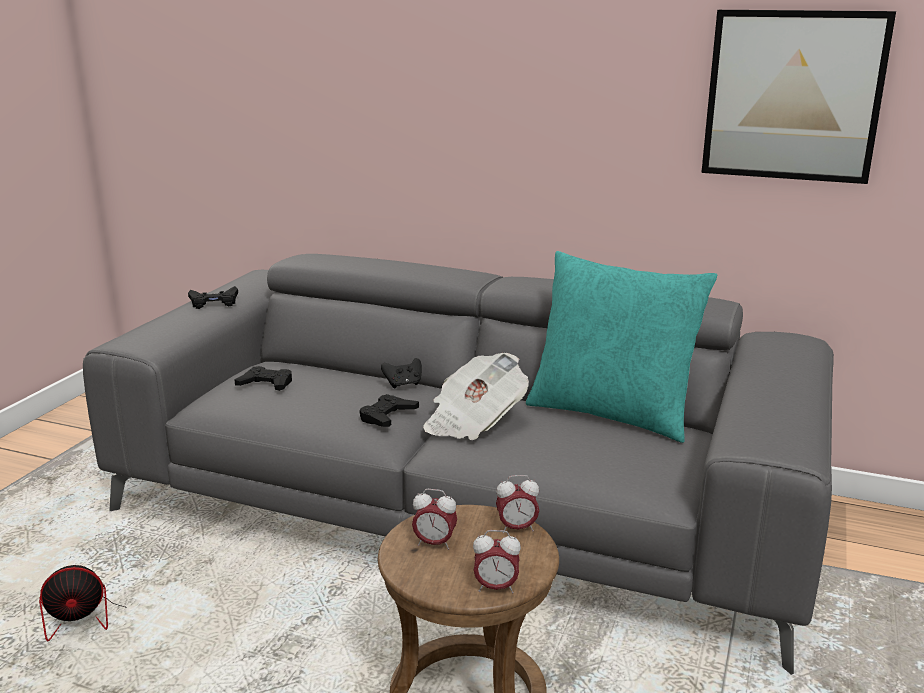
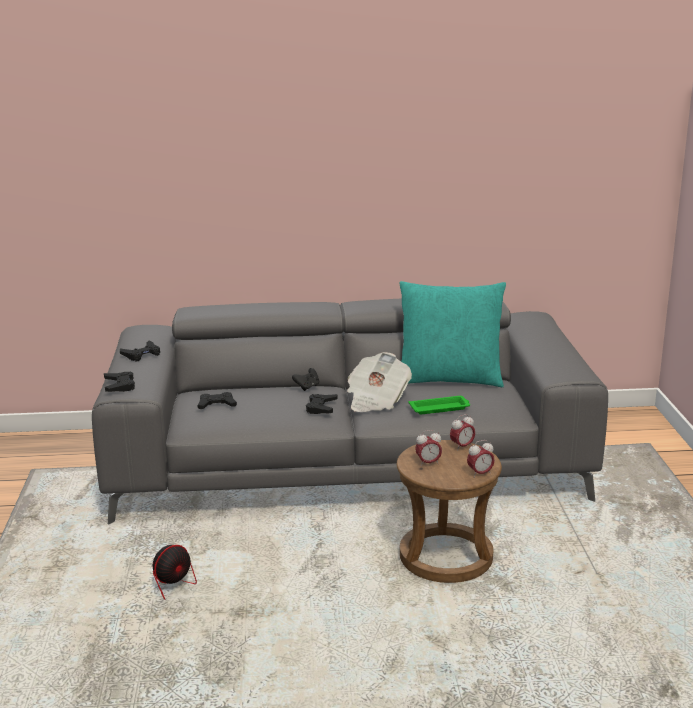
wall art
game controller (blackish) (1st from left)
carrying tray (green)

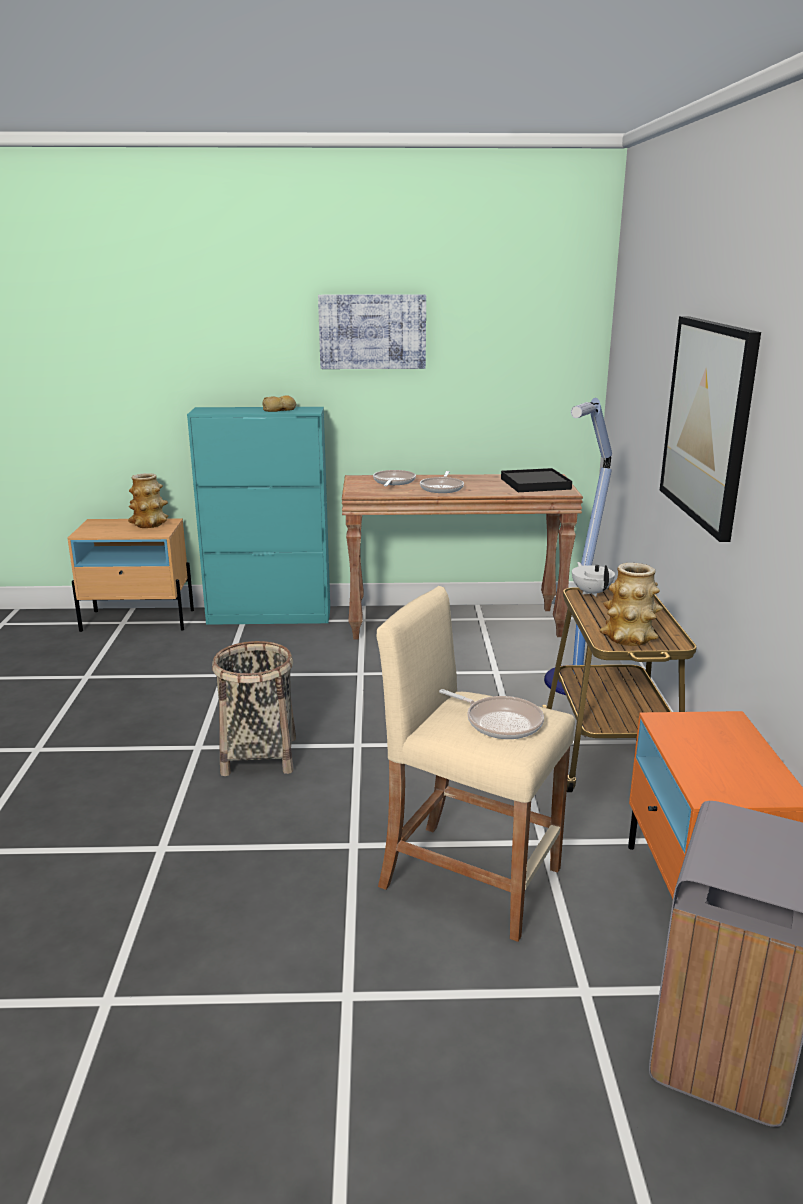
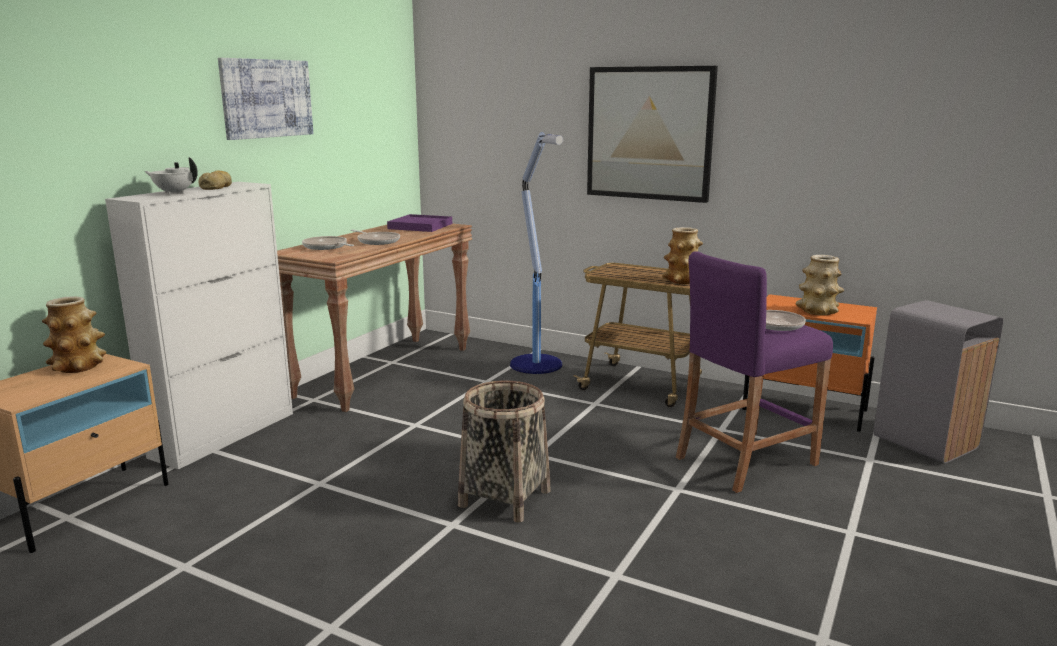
cupboard (white)
carrying tray (purple)
teapot (white)
stool seat (purple)
decorative vase (3rd from left)

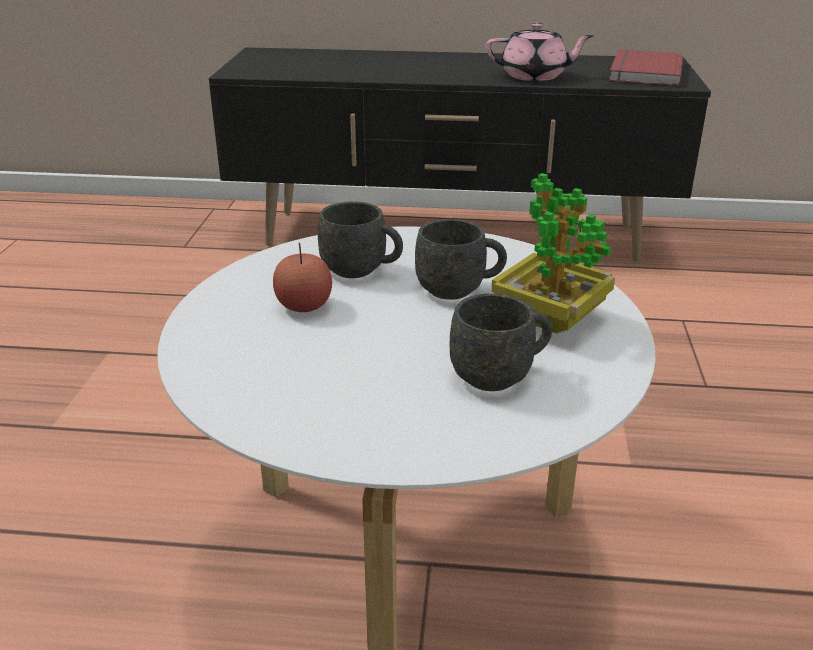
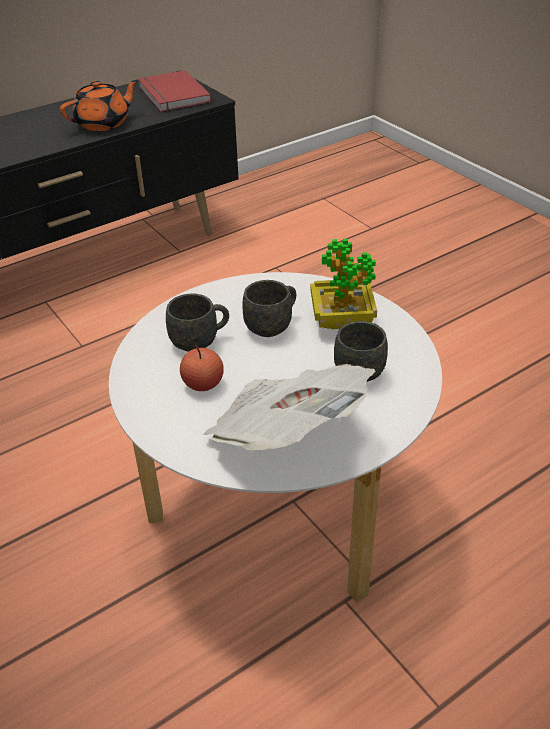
teapot (orangey)
printed paper

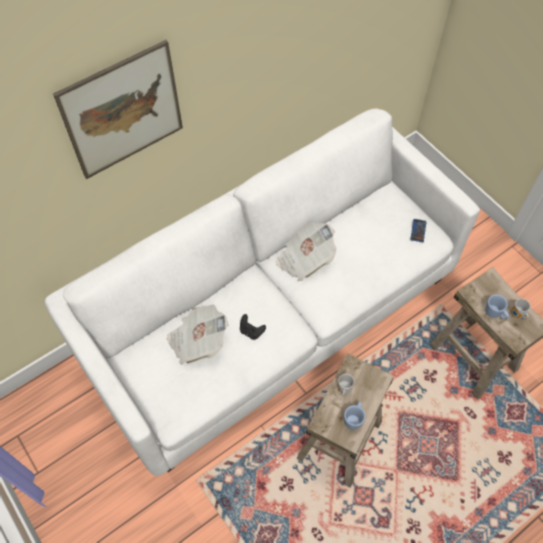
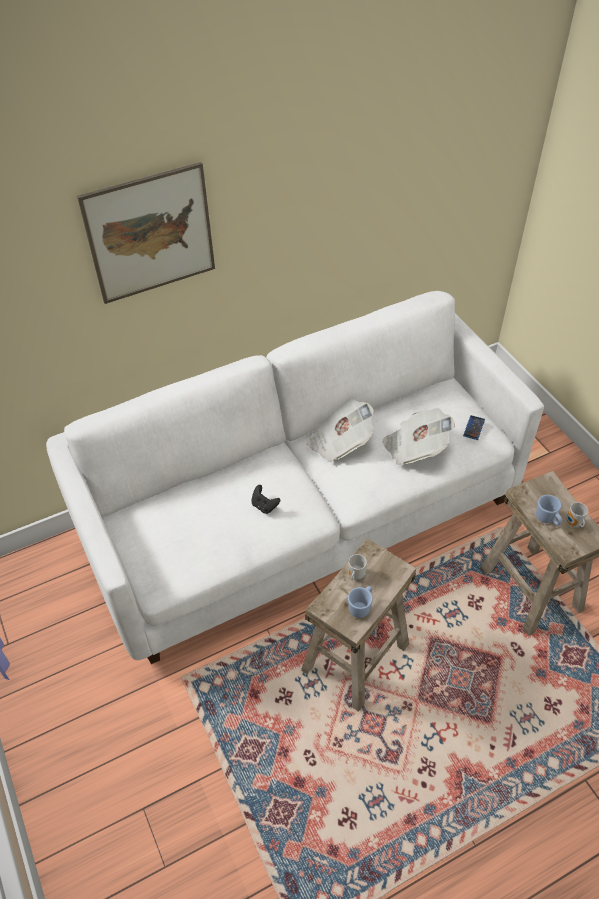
printed paper (2nd from left)

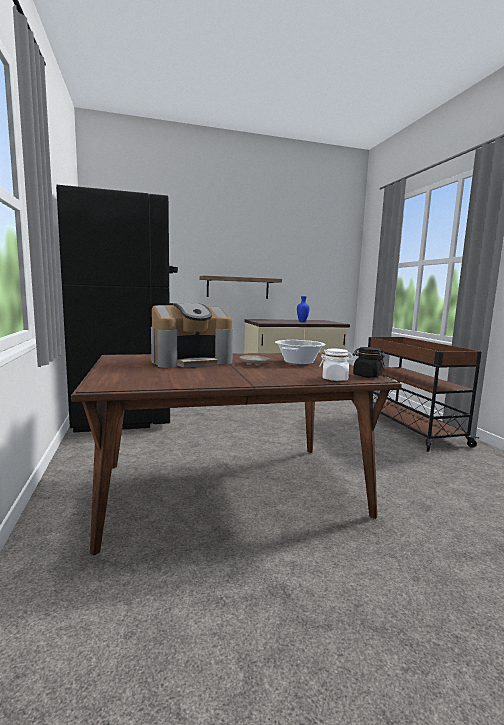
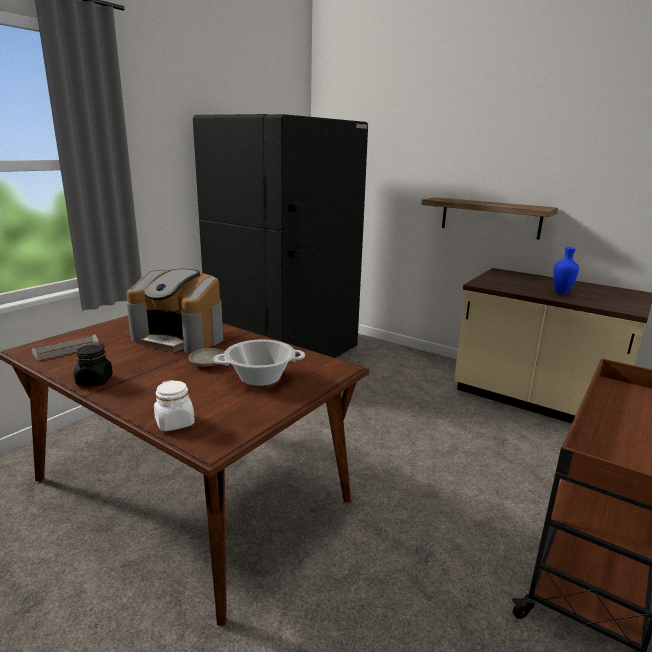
storage jar (blackish)
carrying tray (grey)

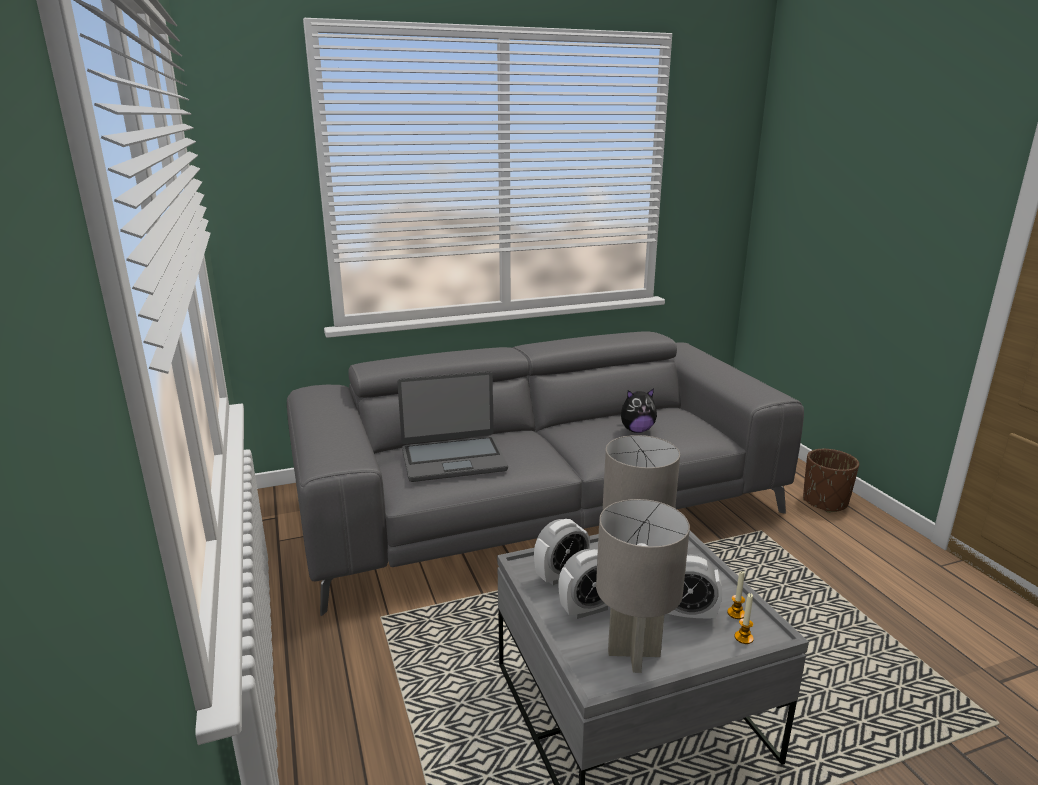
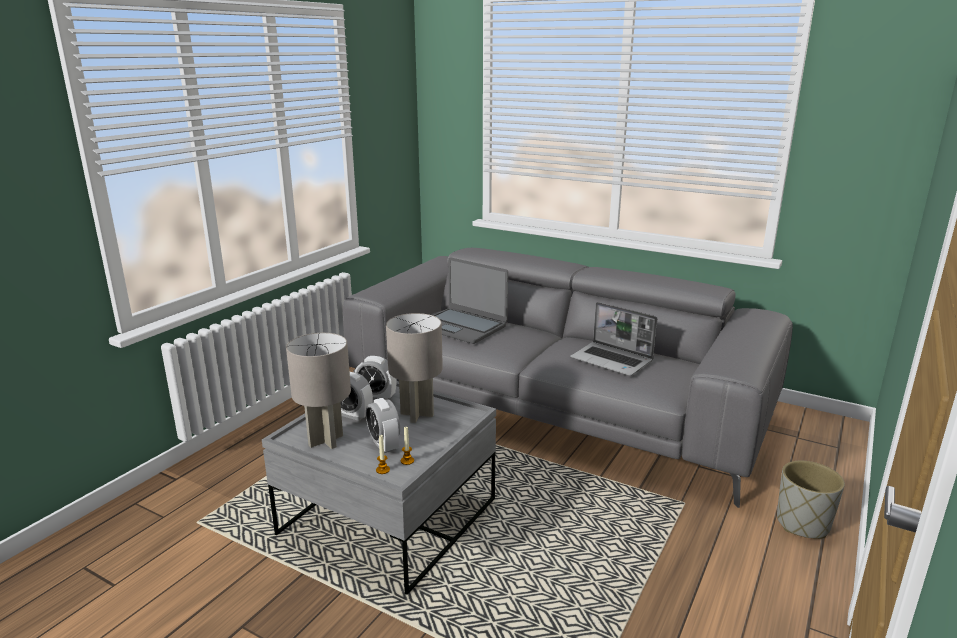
notebook computer (2nd from left)
plant pot (grey)

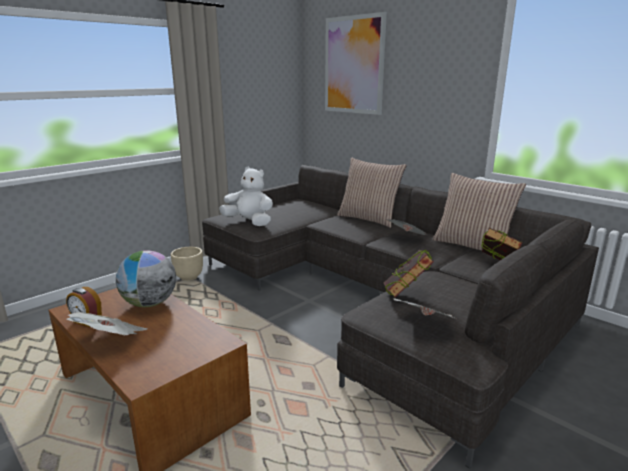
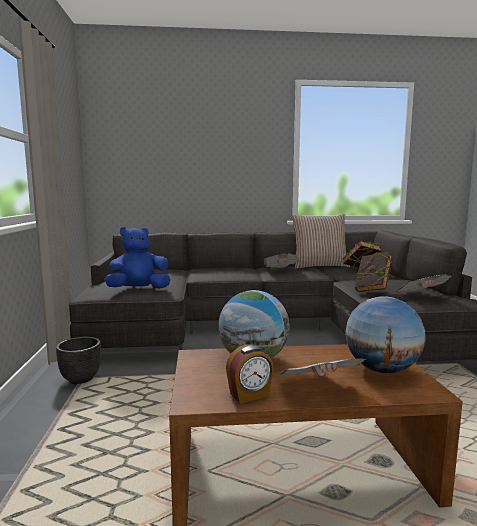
wall art
pillow (1st from left in the first image)
cuddly toy (blue)
plant pot (blackish)
world globe (2nd from left)

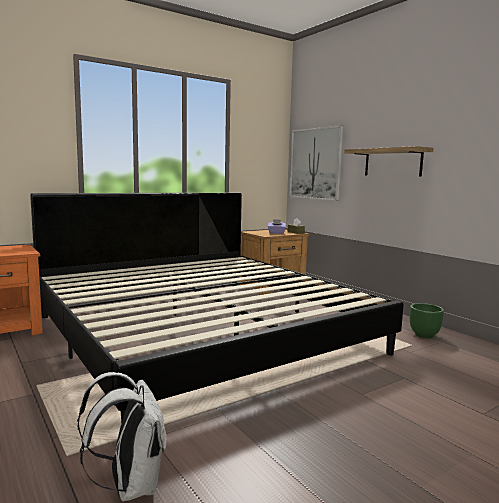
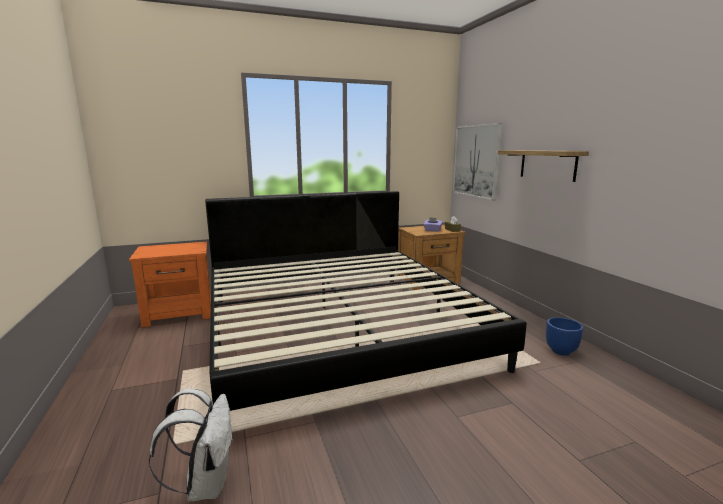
plant pot (blue)

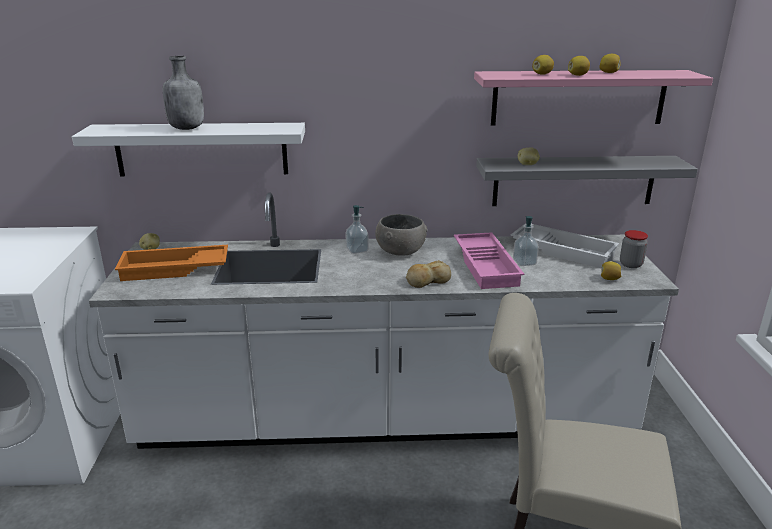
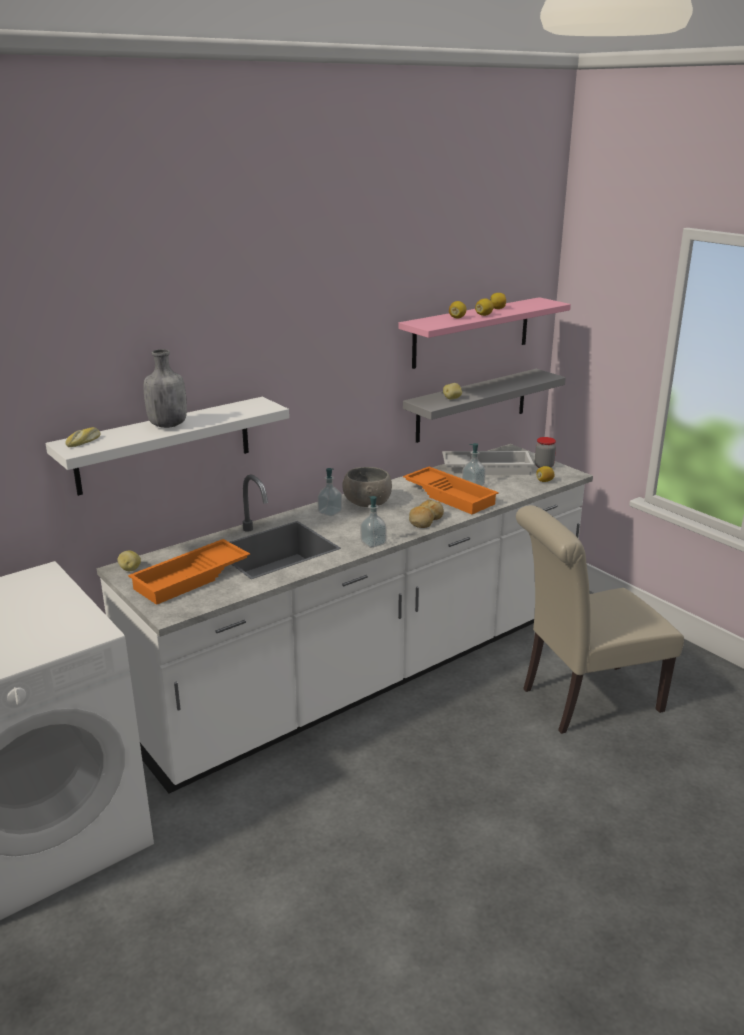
carrying tray (orangey) (2nd from left)
bread (1st from left)
soap bottle (2nd from left)

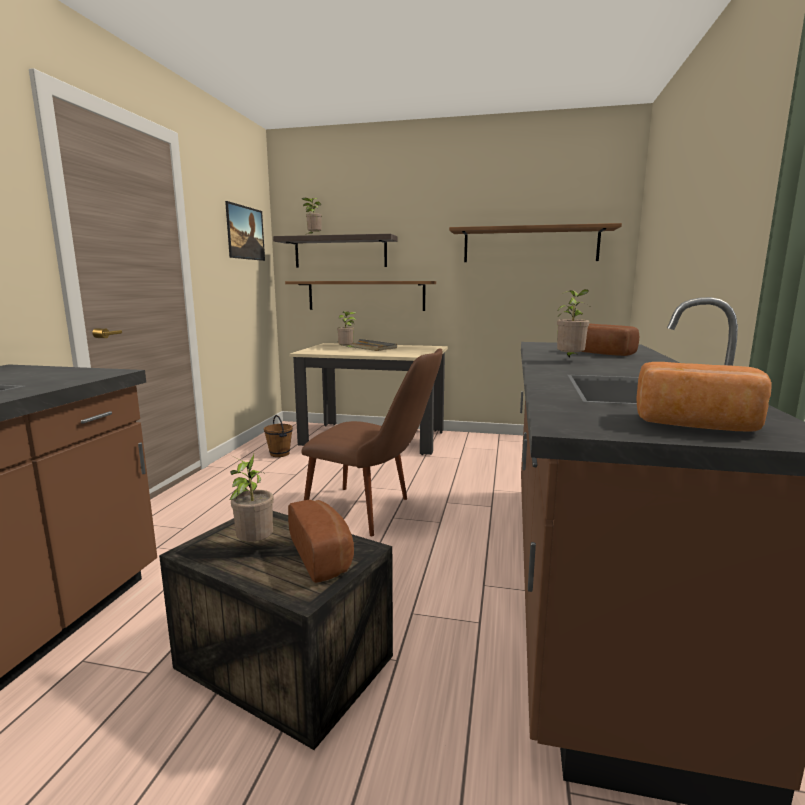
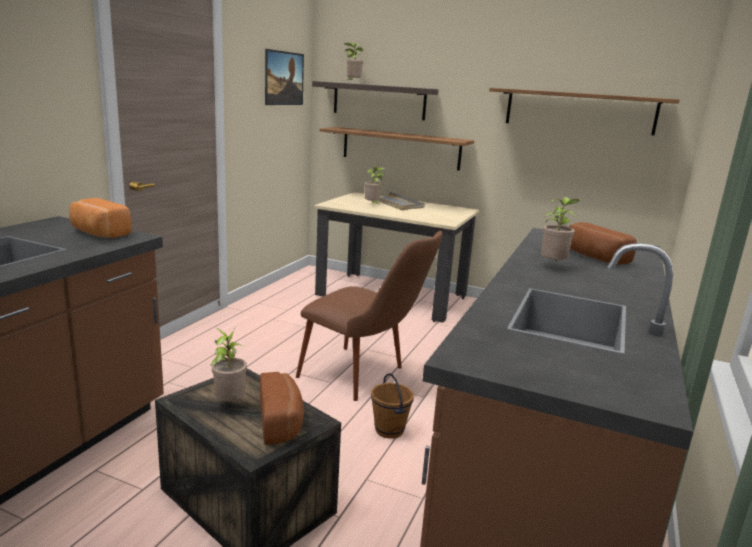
bread (1st from left)
pail (brown-coloured)

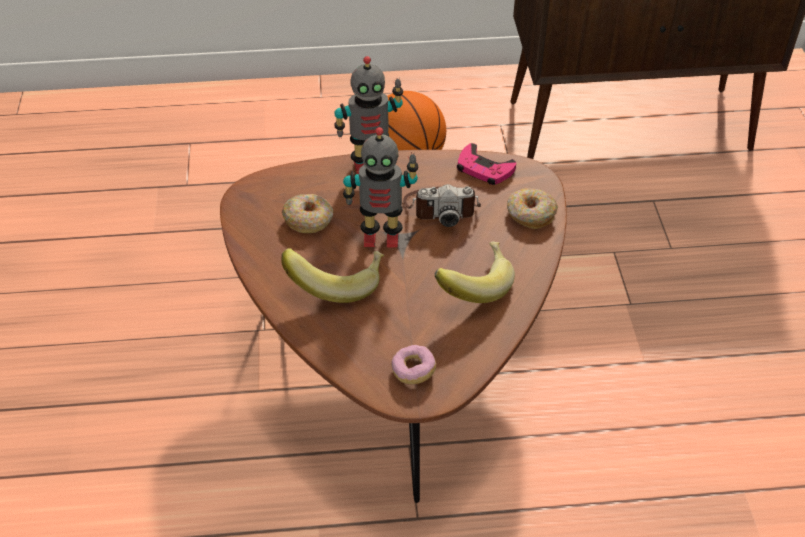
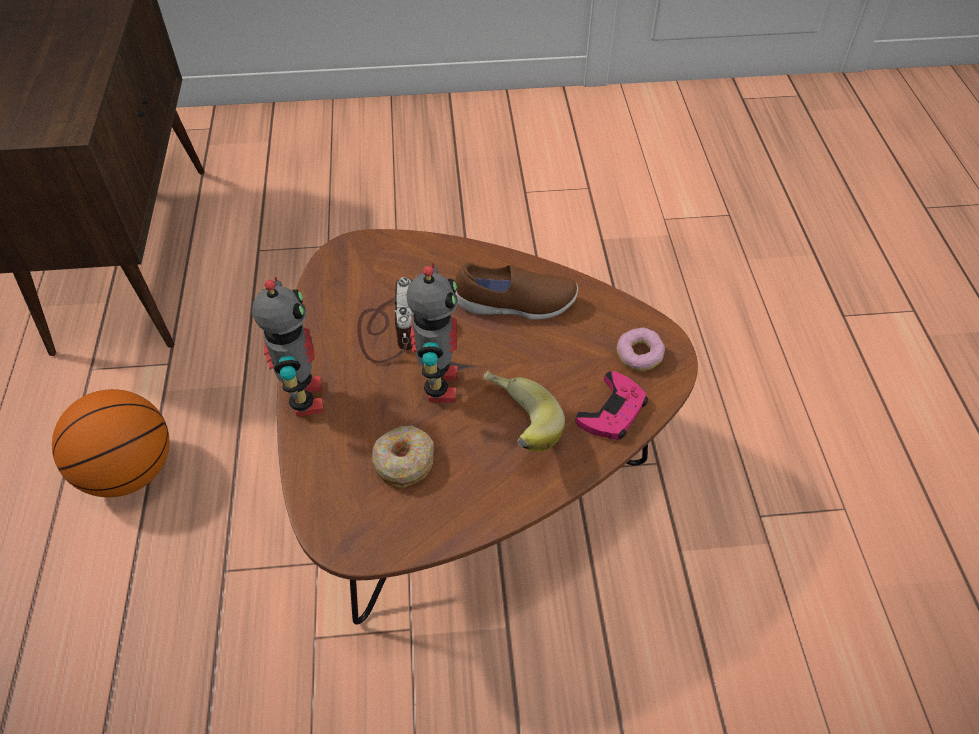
game controller (pink-coloured)
ring doughnut (3rd from left in the first image)
shoe (brown-coloured)

